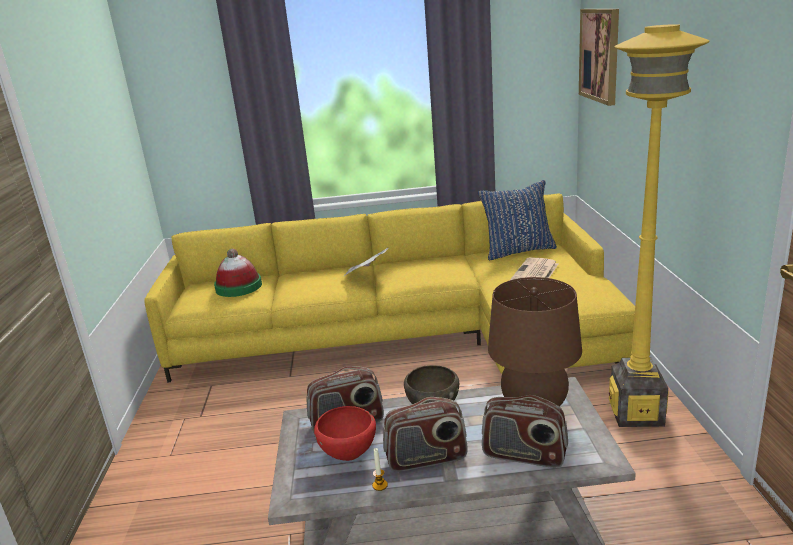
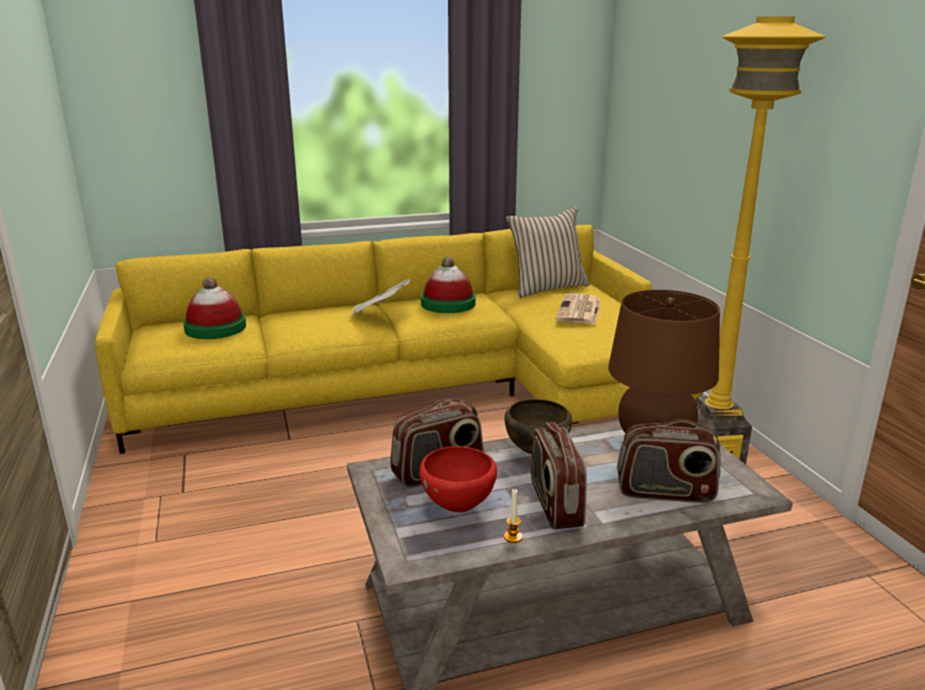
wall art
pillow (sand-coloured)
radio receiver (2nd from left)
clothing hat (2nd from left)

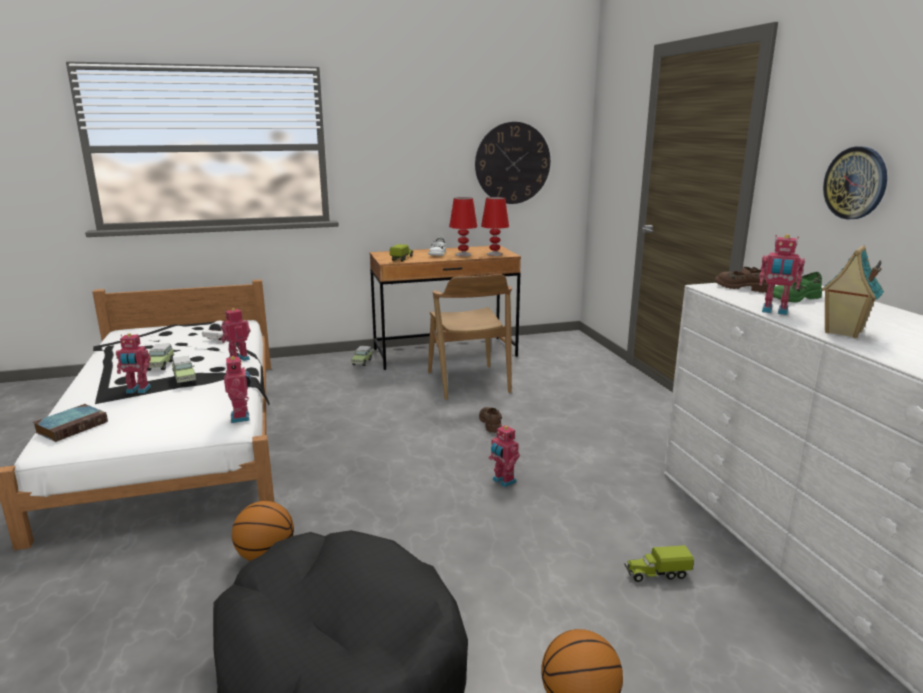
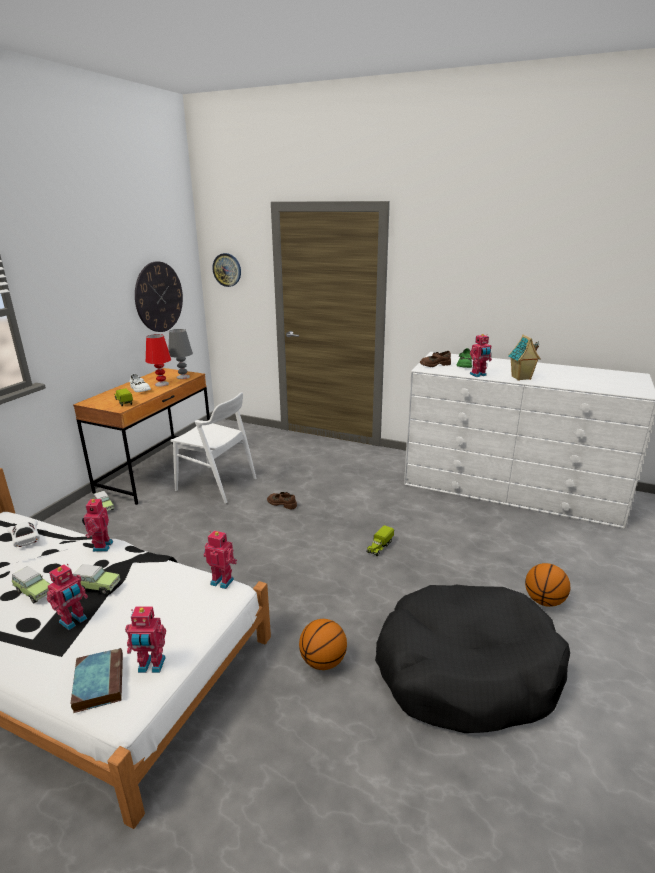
clock on the wall (2nd from left)
table lamp (grey)
plain chair (white)
toy robot (3rd from left)
model truck (2nd from left)

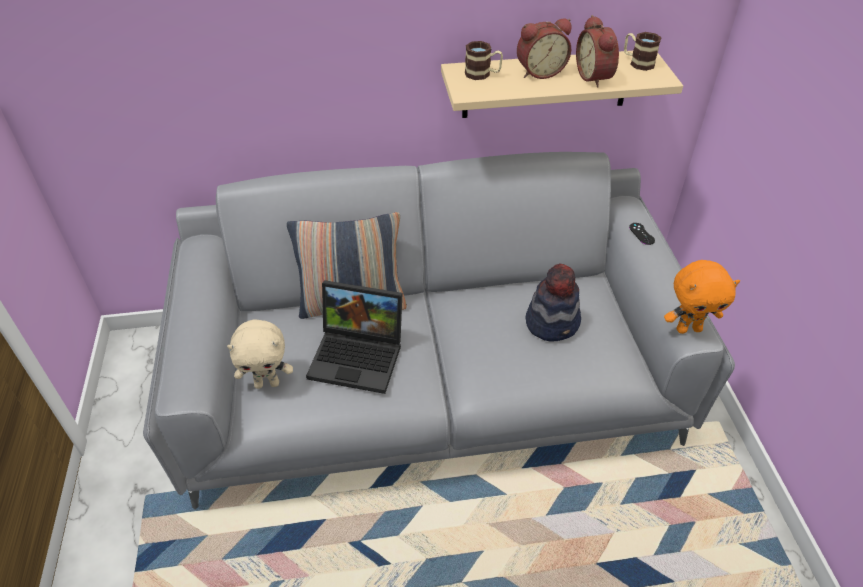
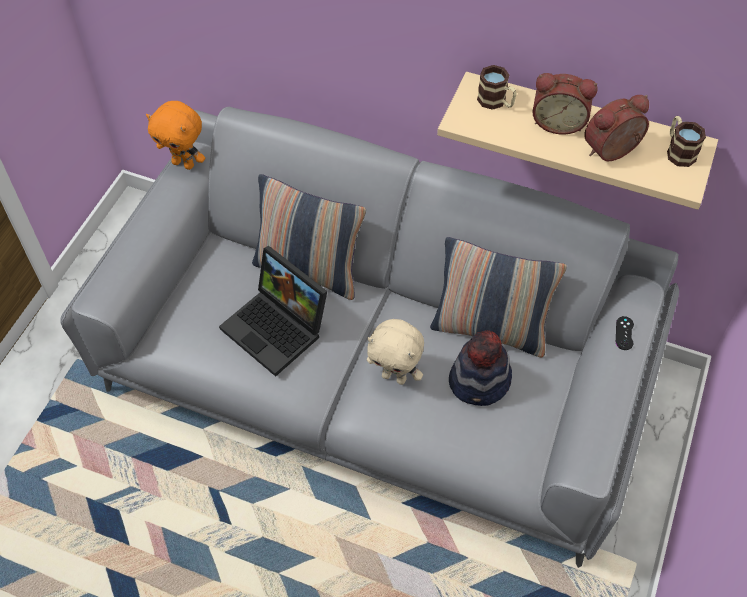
table clock (2nd from left)
cuddly toy (orangey)
cuddly toy (sand-coloured)
pillow (2nd from left)

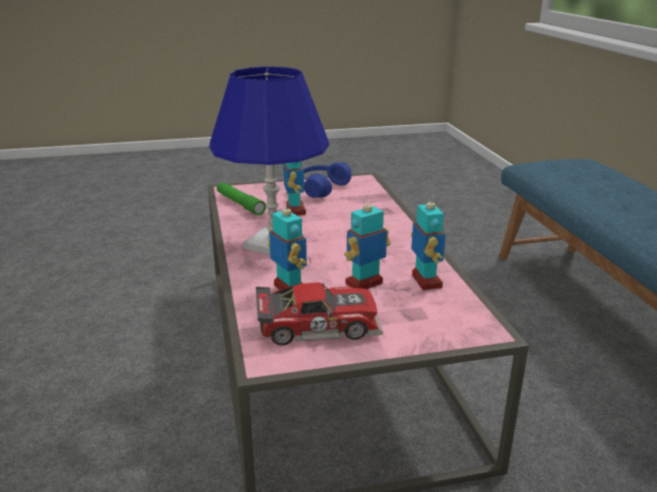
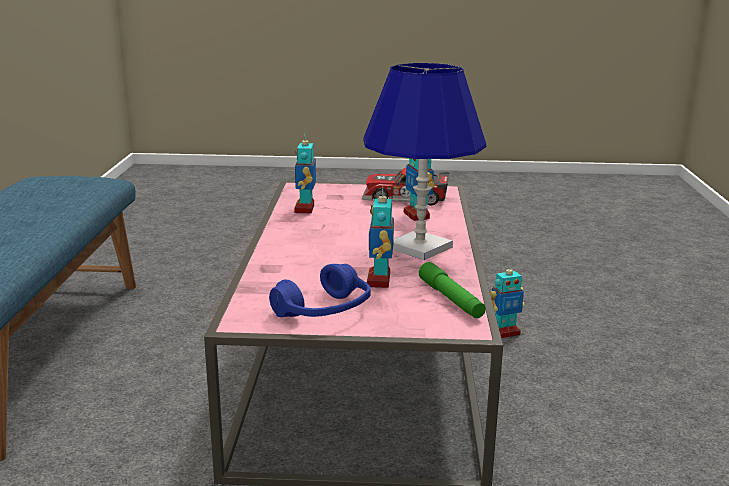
toy robot (4th from left)

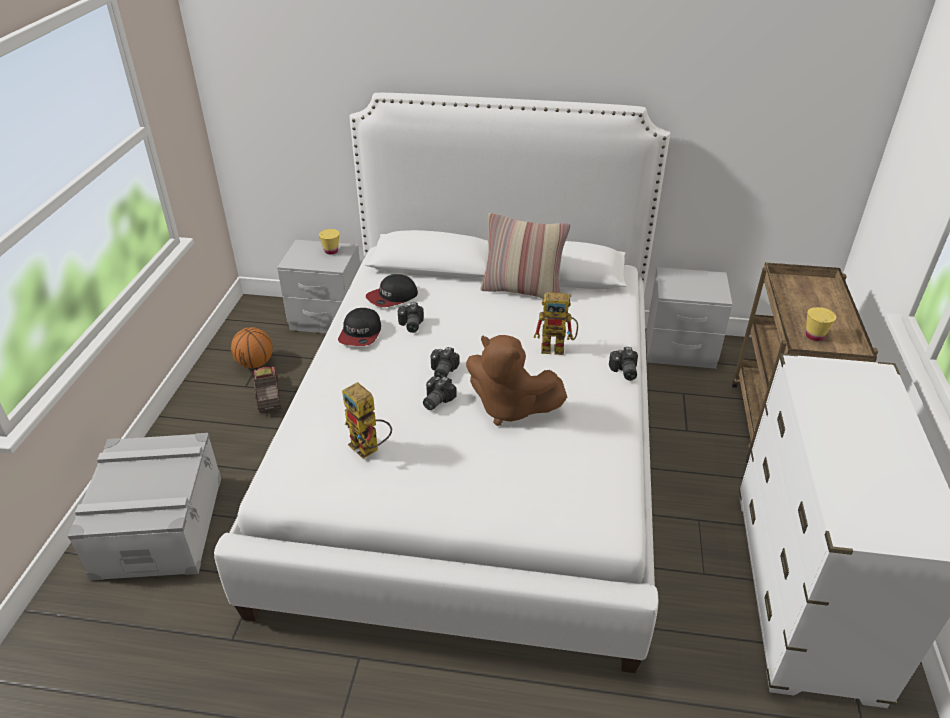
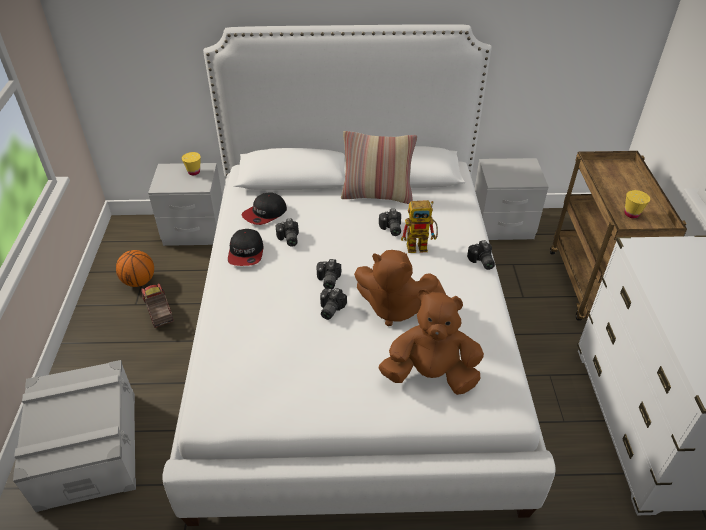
toy robot (1st from left in the first image)
still camera (4th from left)
cuddly toy (brown-coloured) (2nd from left)

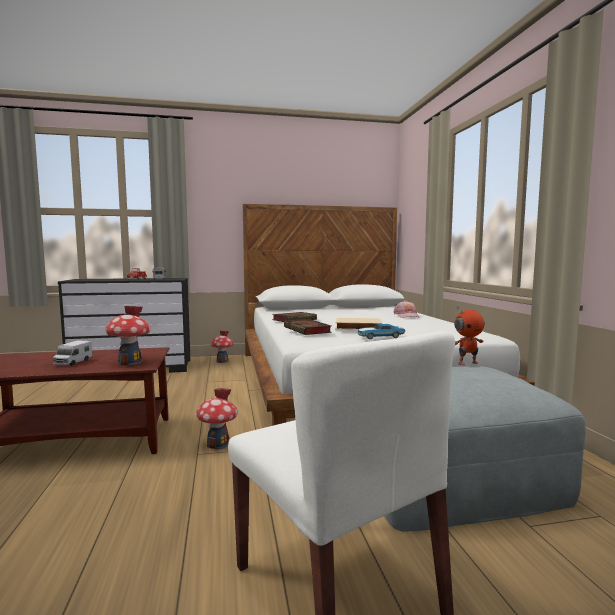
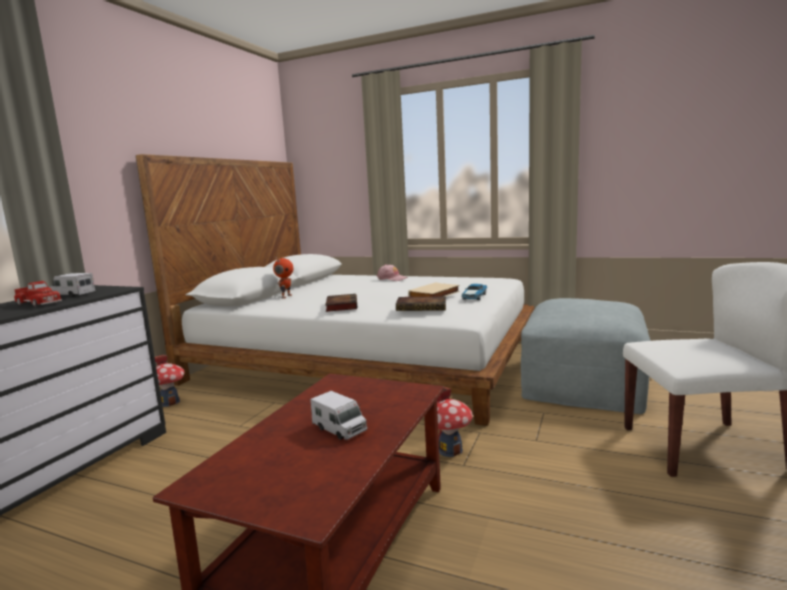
miniature house (1st from left in the first image)
toy robot

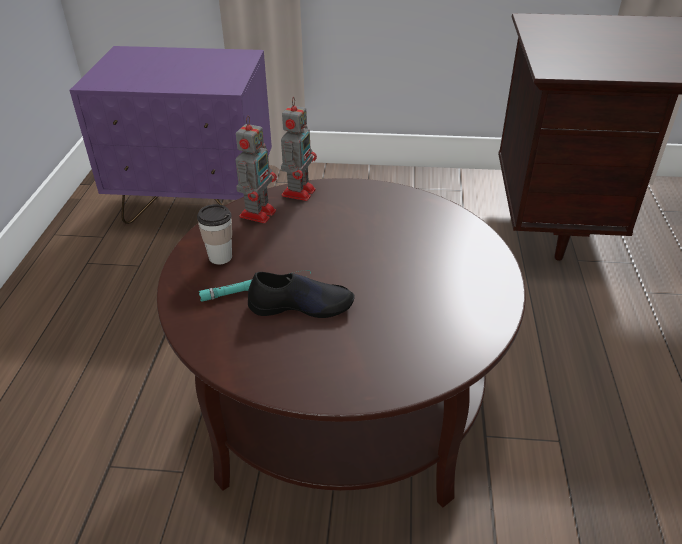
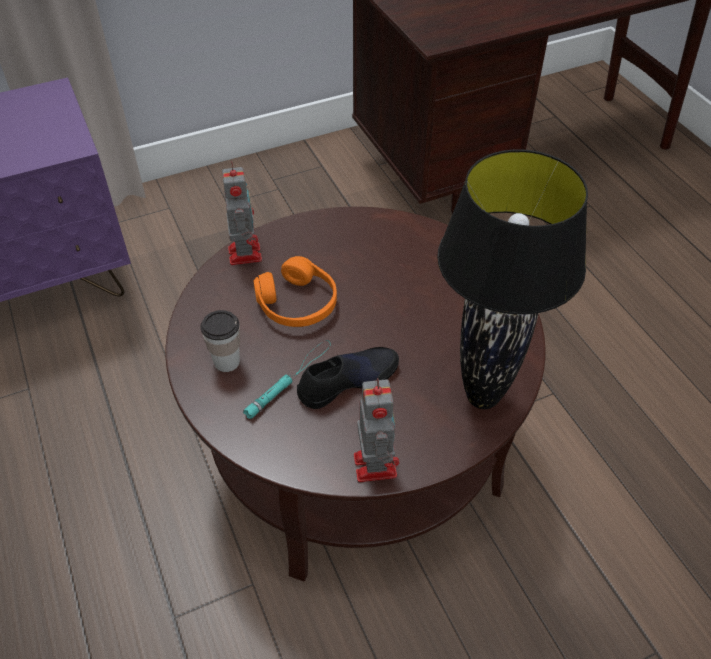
toy robot (2nd from left)
table lamp (blackish)
pair of headphones (orangey)

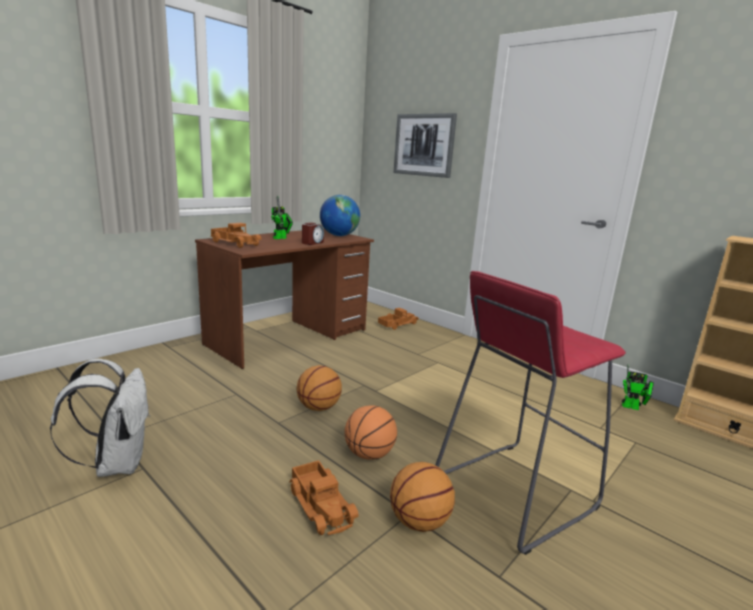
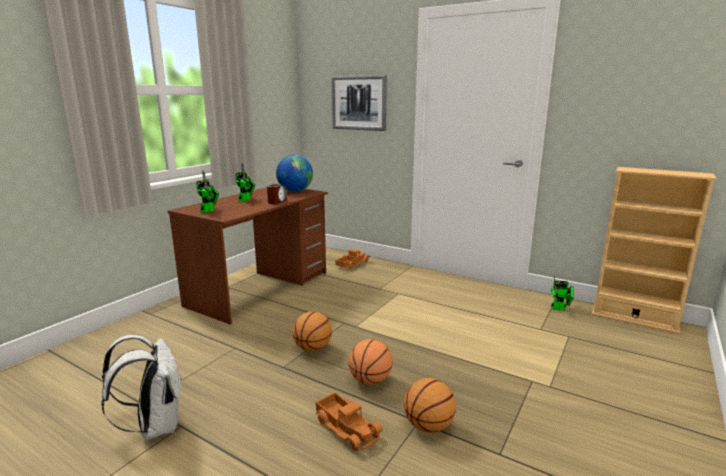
toy robot (1st from left)
stool seat (red-coloured)

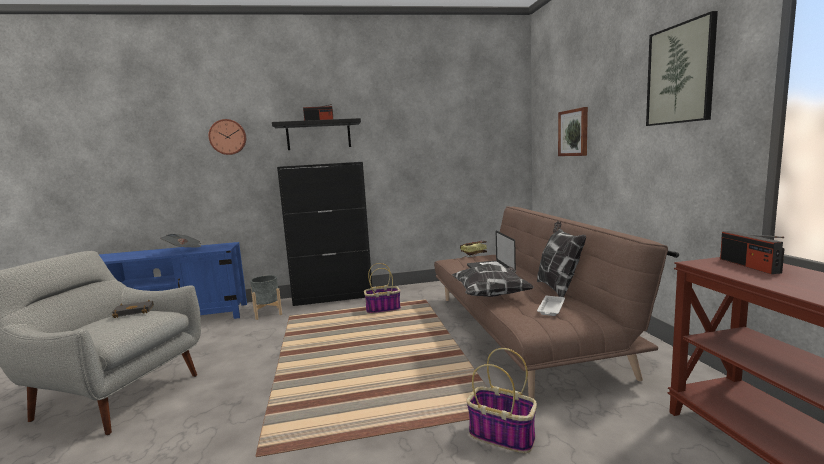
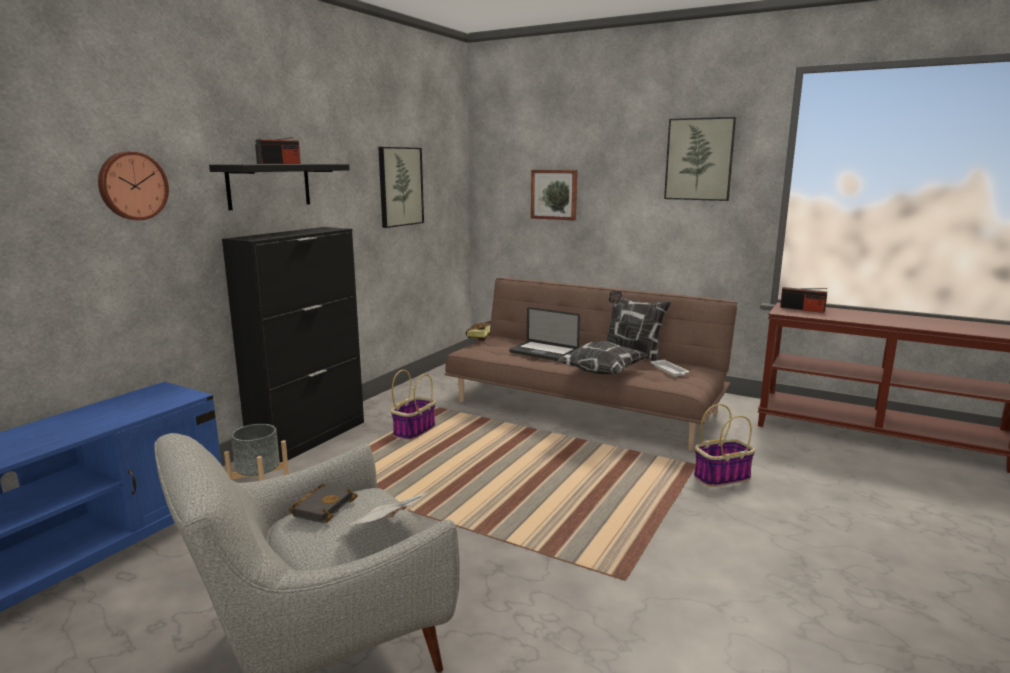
printed paper
wall art (1st from left)

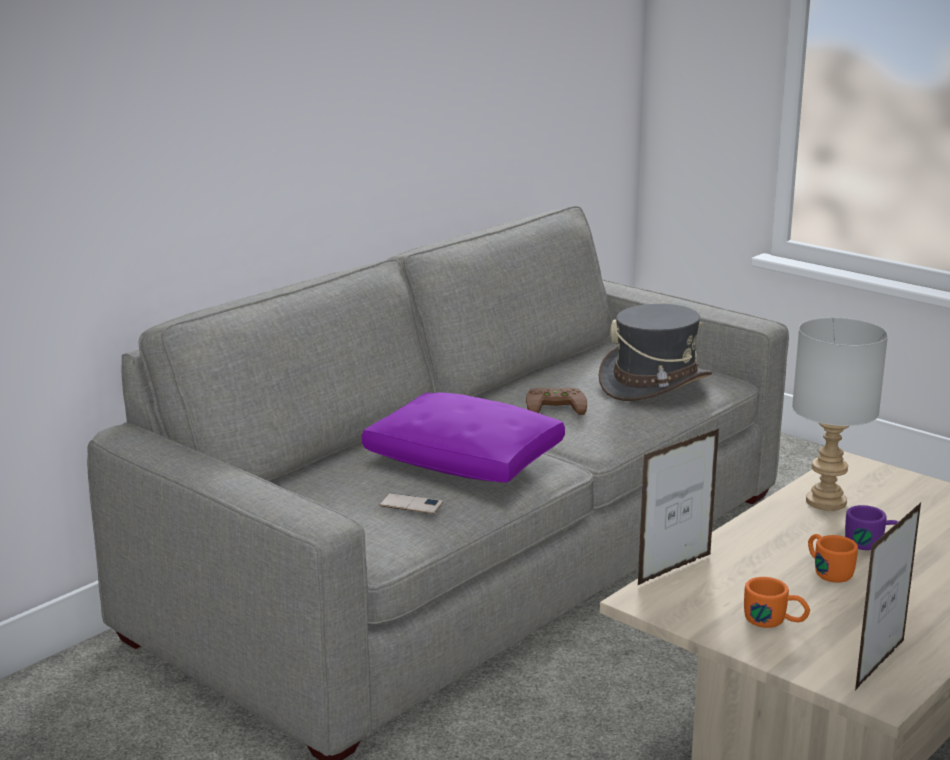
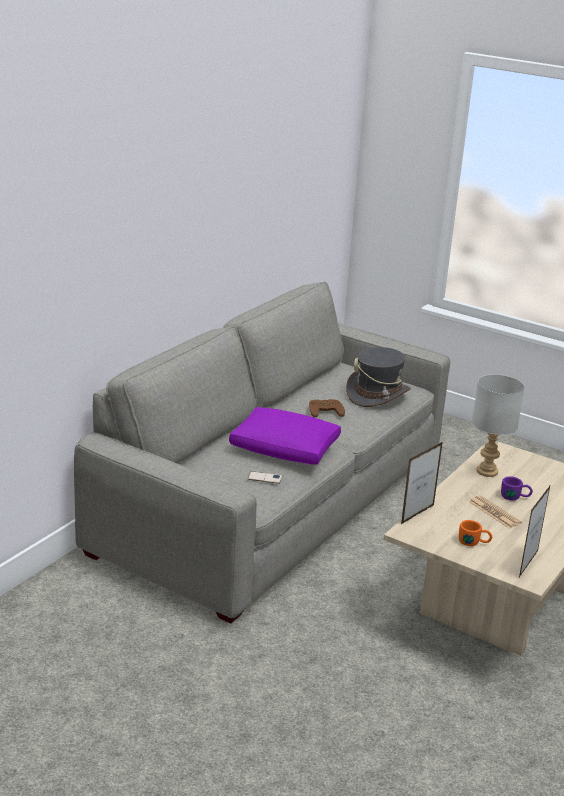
printed paper

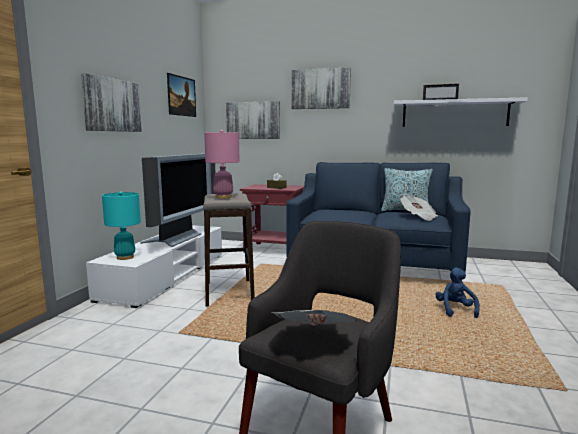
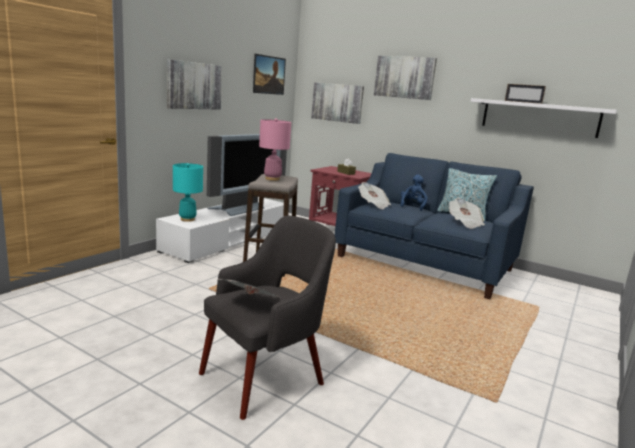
cuddly toy (blue)
printed paper (2nd from left)

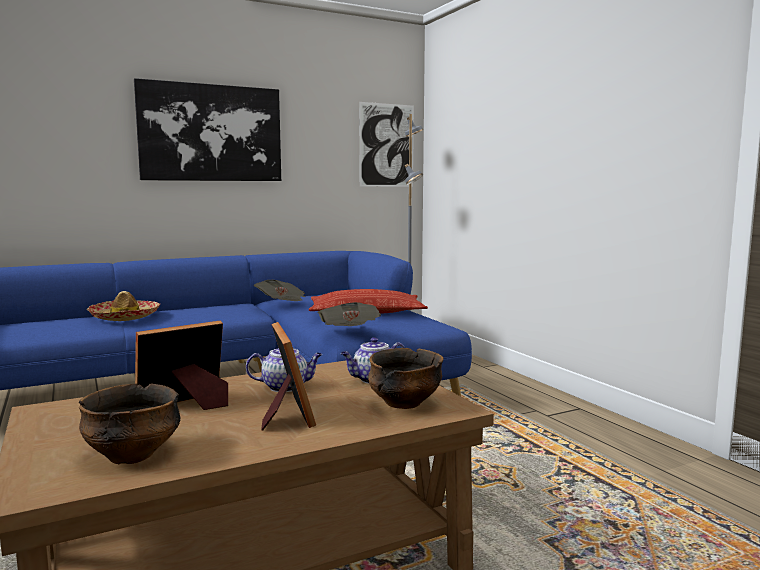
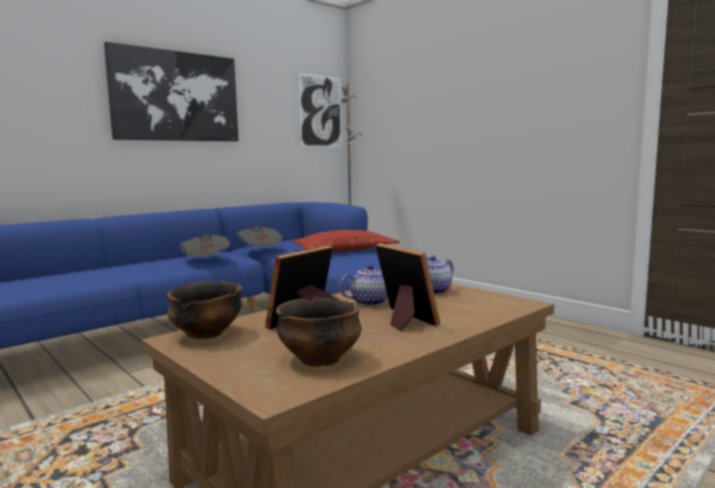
clothing hat
printed paper (1st from left)
serving bowl (1st from left)

